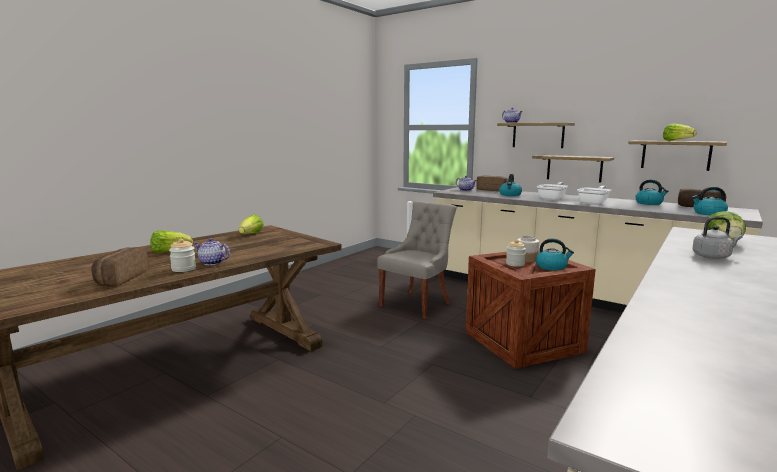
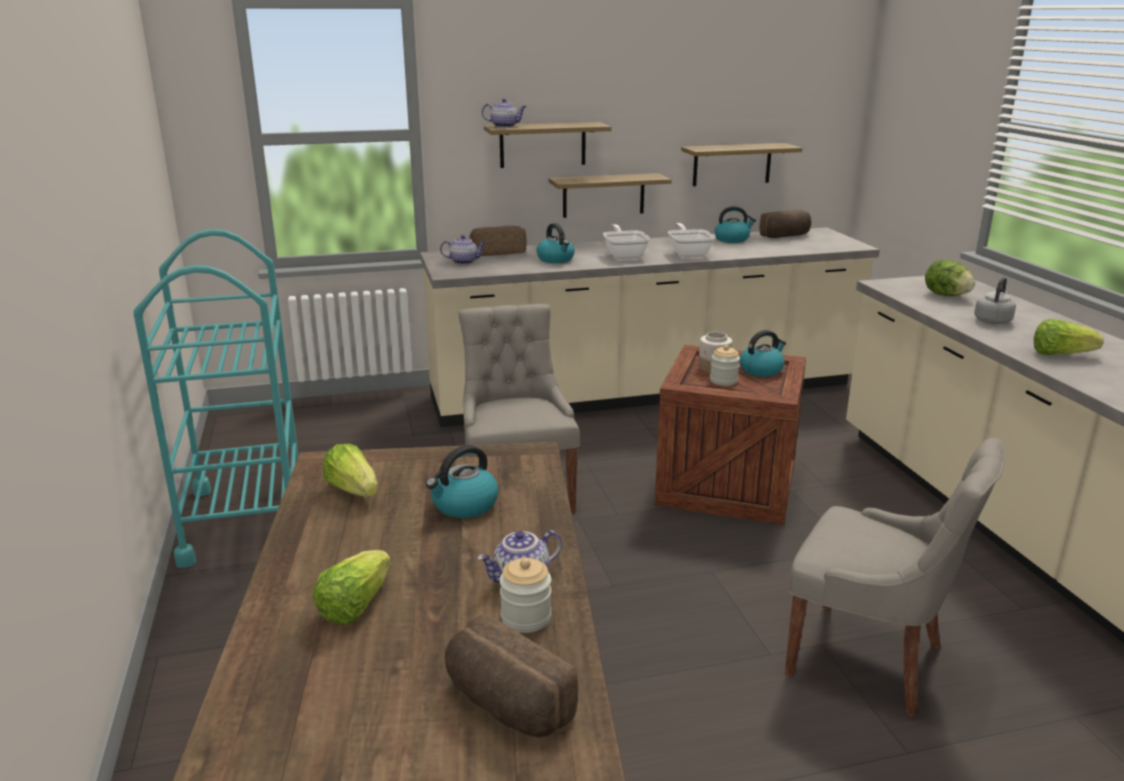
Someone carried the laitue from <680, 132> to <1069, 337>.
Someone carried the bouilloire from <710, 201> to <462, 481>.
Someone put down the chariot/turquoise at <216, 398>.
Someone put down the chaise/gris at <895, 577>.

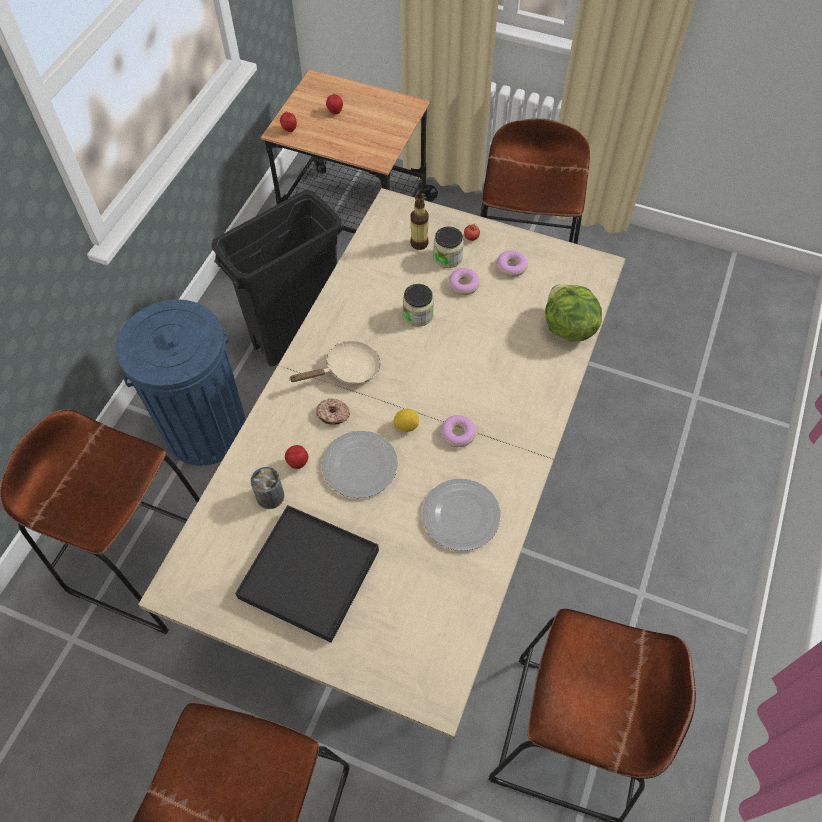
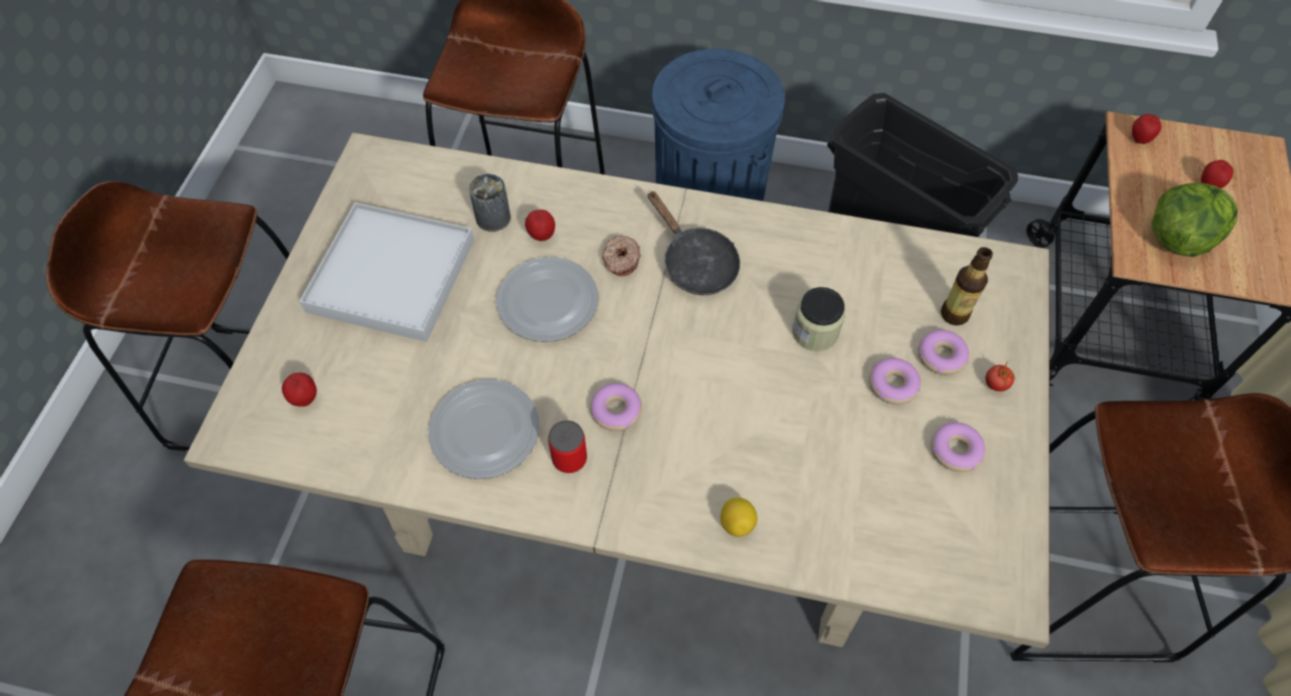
Someone repainted the plateau/noir at <307, 574>, which became the plateau/blanc at <386, 272>.
Someone repainted the poêle/beige at <335, 363>, which became the poêle/noir at <694, 243>.
Someone carried the citron from <406, 420> to <738, 517>.
Someone swapped the bocal at <448, 247> for the beignet at <943, 352>.
Someone carried the laitue from <573, 313> to <1195, 219>.
Someone put down the pomme at <299, 390>.
Someone put down the boîte métallique at <567, 446>.

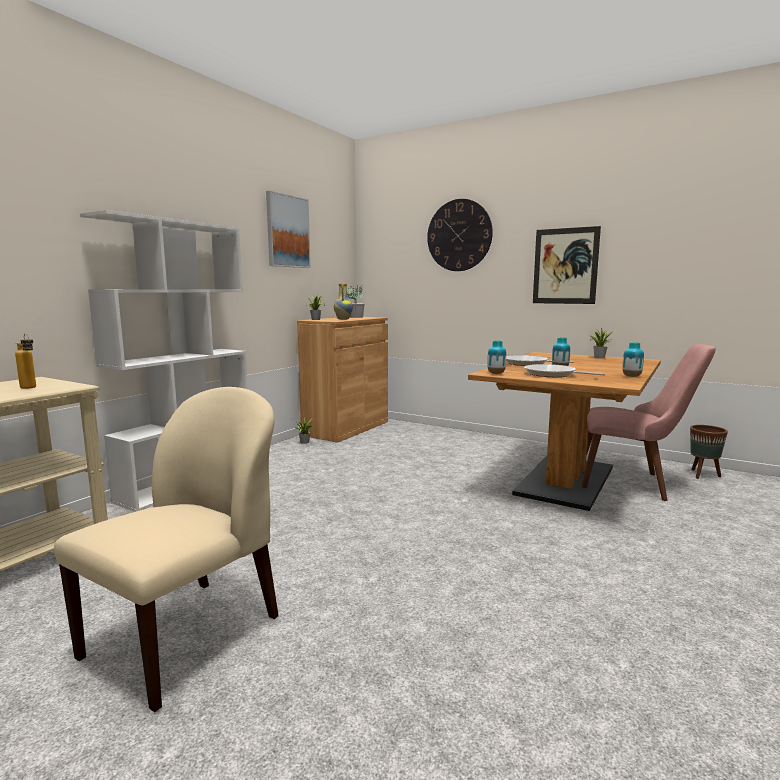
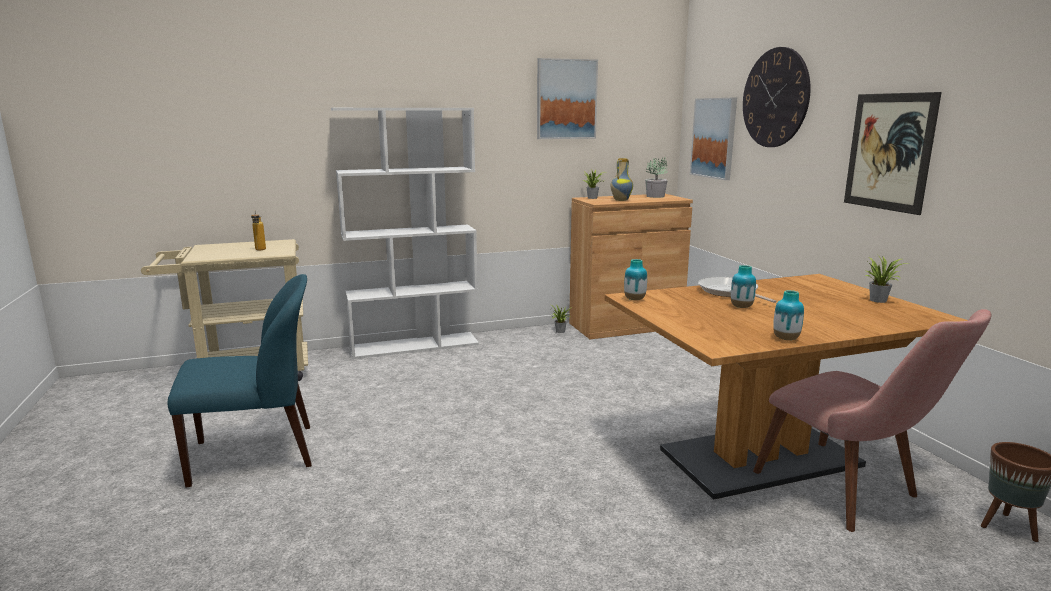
Someone repainted the chaise/beige at <166, 549>, which became the chaise/bleu at <239, 381>.
Someone took away the poêle at <565, 370>.
Someone put up the tableau at <713, 139>.

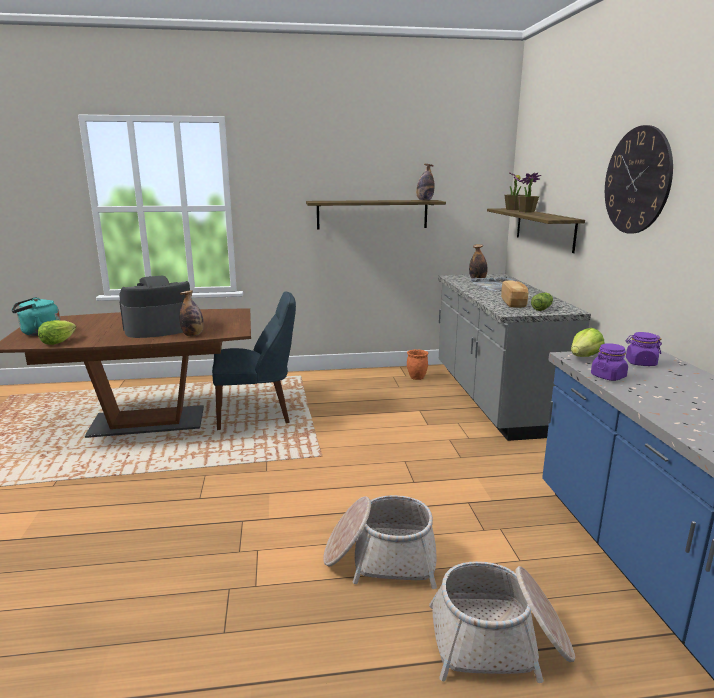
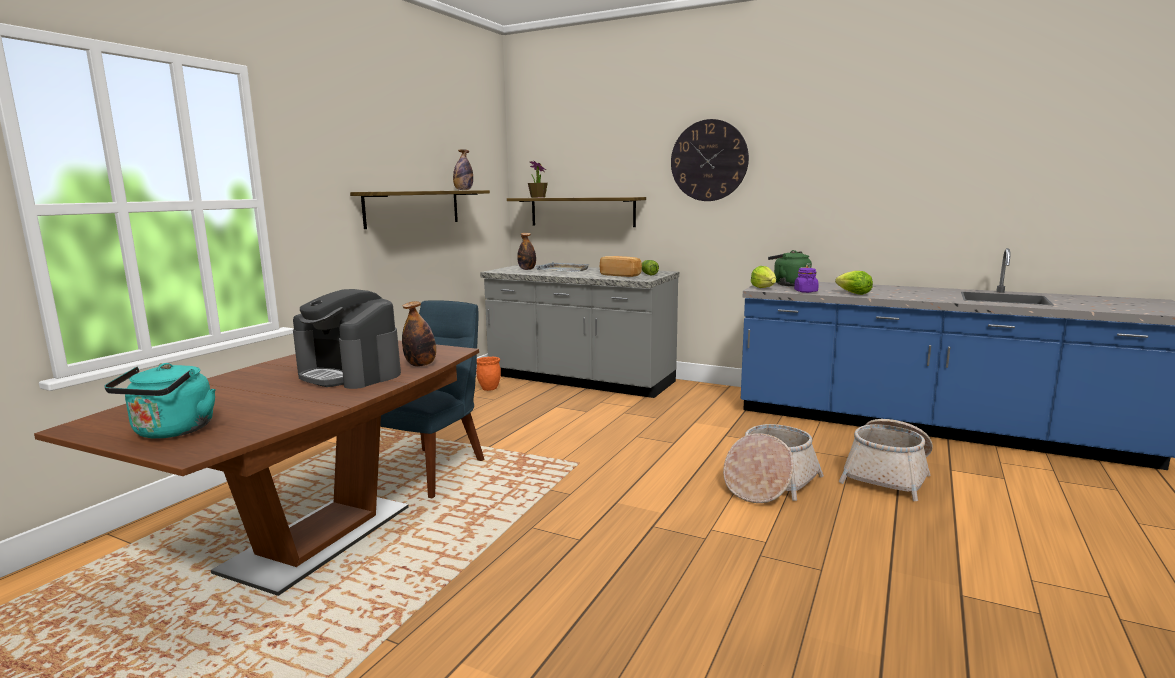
Someone carried the laitue from <57, 332> to <854, 283>.
Someone rotated the machine à café at <155, 307> by 60 degrees counterclockwise.
Someone took away the plante en pot at <529, 192>.
Someone swapped the bocal/violet at <643, 349> for the bouilloire/vert at <790, 268>.

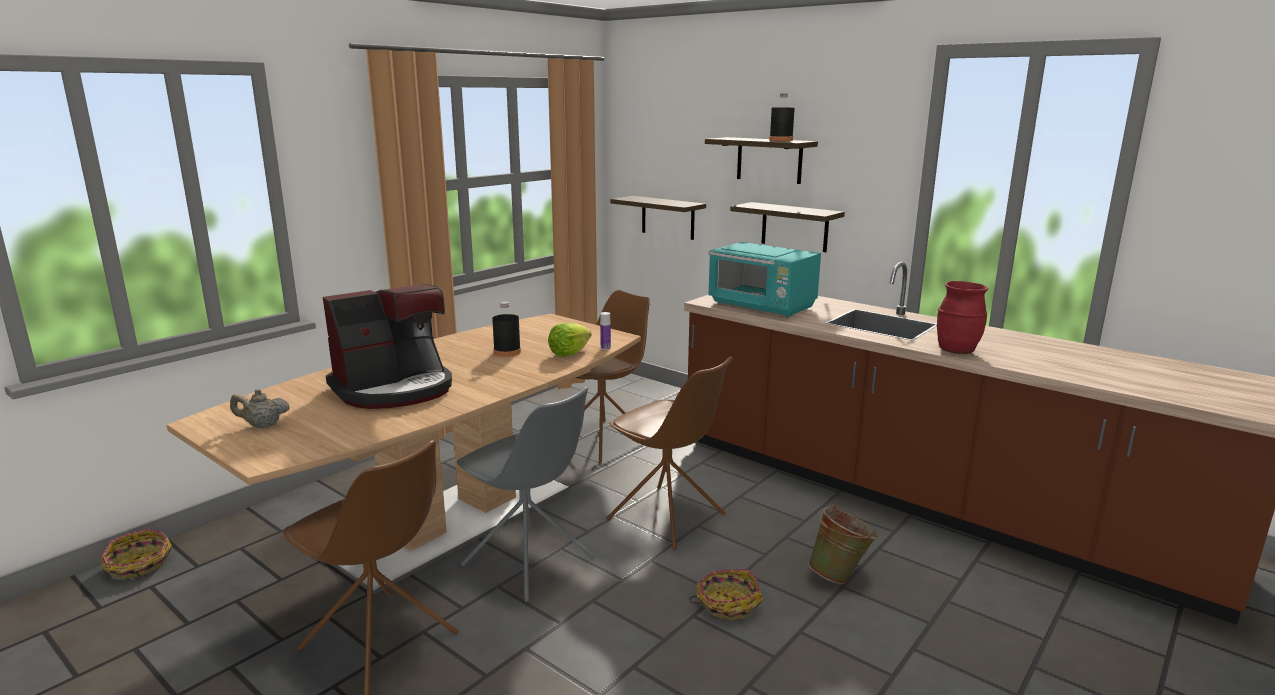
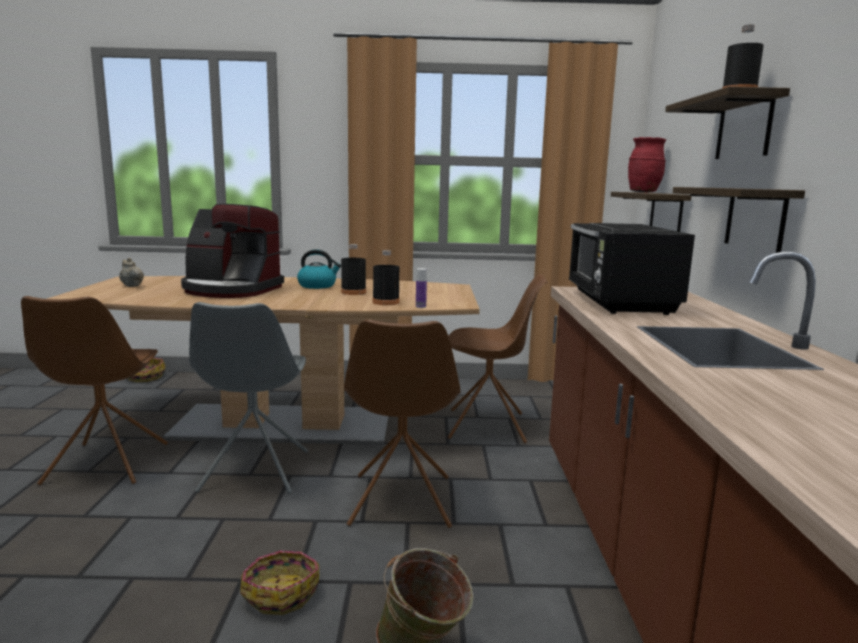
Someone swapped the laitue at <569, 339> for the bouteille/noir at <386, 277>.
Someone repainted the micro-ondes/turquoise at <764, 279>, which became the micro-ondes/noir at <632, 269>.
Someone carried the vase/rouge from <963, 317> to <647, 164>.
Someone put down the bouilloire at <319, 269>.

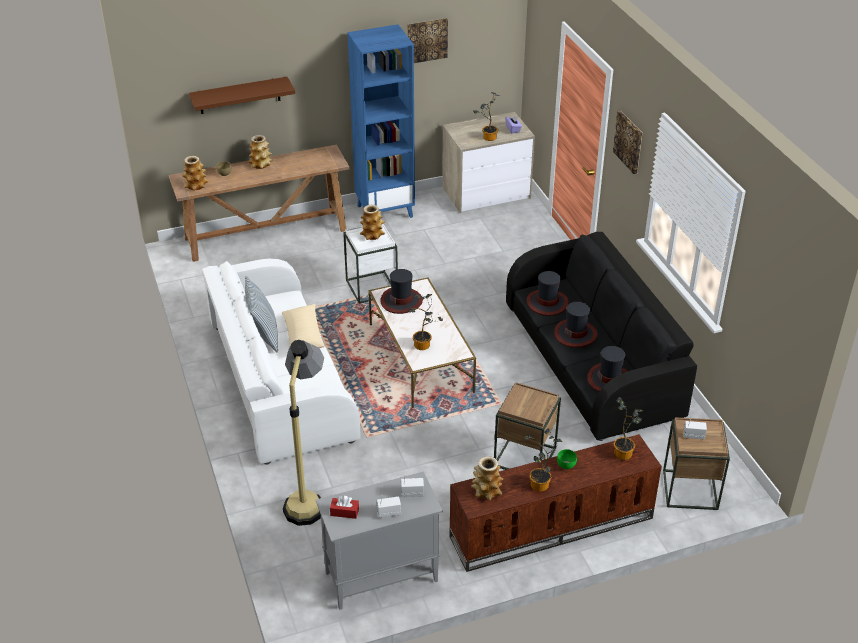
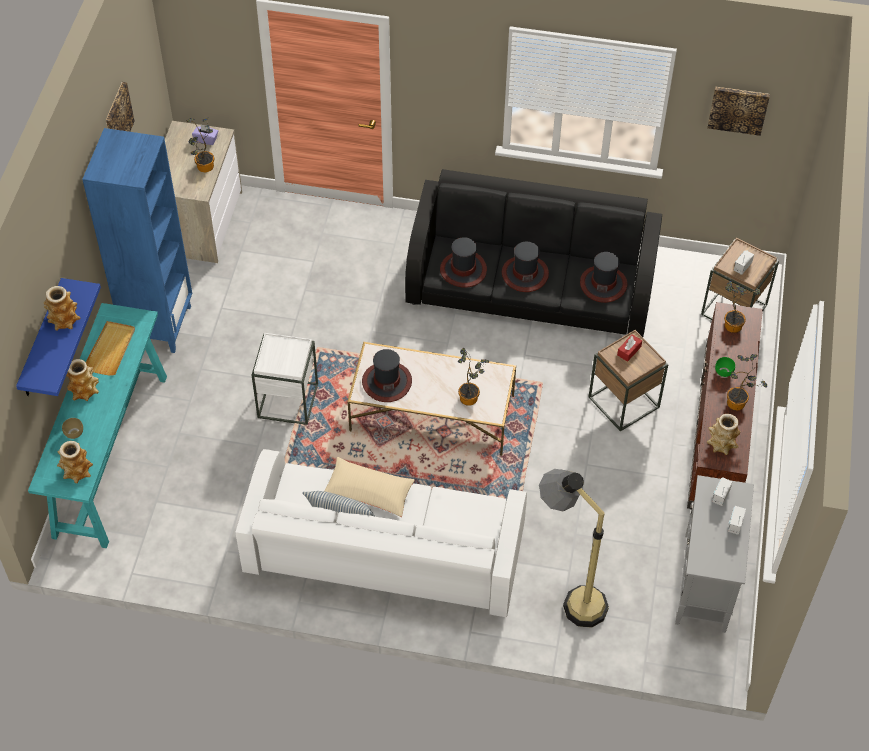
Someone repainted the table console/marron at <259, 203>, which became the table console/turquoise at <97, 425>.
Someone repainted the étagère/marron at <242, 95>, which became the étagère/bleu at <58, 337>.
Someone carried the boîte à mouchoirs/rouge from <344, 507> to <629, 348>.
Someone carried the vase from <372, 222> to <61, 308>.
Someone carried the tableau from <628, 142> to <738, 111>.
Someone put down the plateau/beige at <110, 348>.

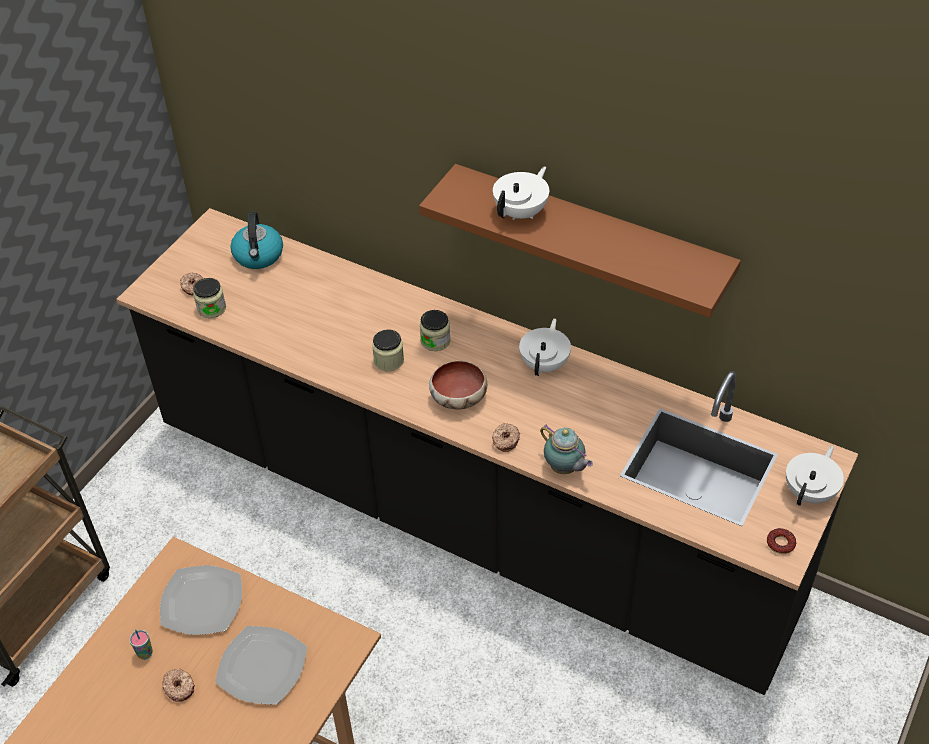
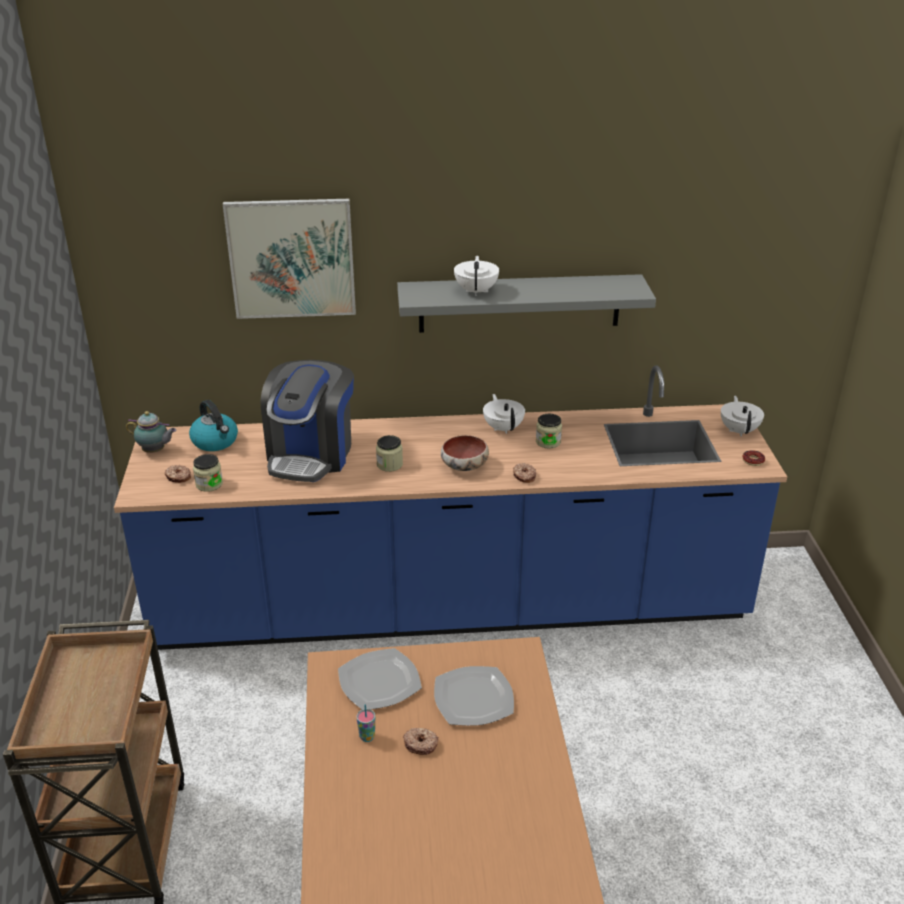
Someone repainted the comptoir de cuisine/noir at <487, 451>, which became the comptoir de cuisine/bleu at <450, 507>.
Someone repainted the étagère/marron at <580, 241>, which became the étagère/gris at <526, 303>.
Someone carried the bocal from <435, 330> to <549, 431>.
Someone carried the théière from <566, 449> to <151, 432>.
Someone put up the tableau at <289, 259>.
Someone put down the machine à café at <307, 421>.

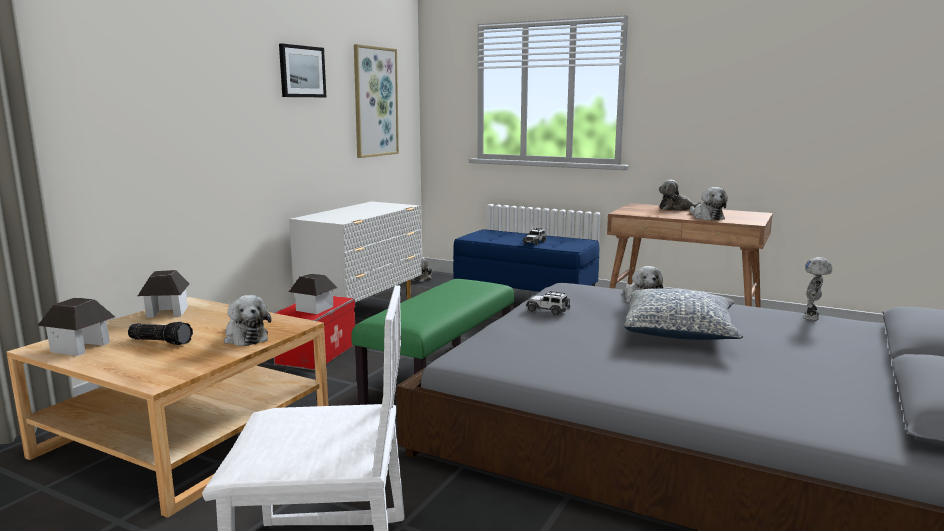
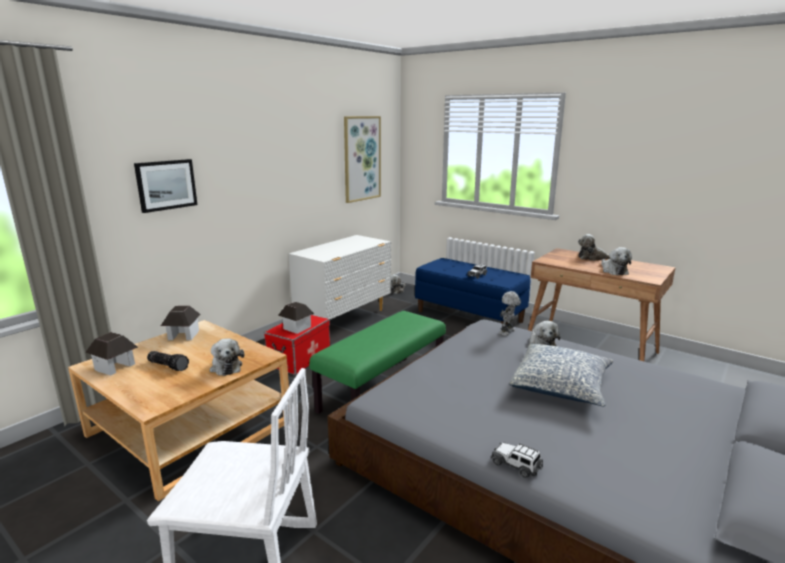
Someone carried the tableau from <302, 70> to <165, 186>.
Someone carried the petite voiture from <548, 303> to <517, 460>.
Someone carried the robot jouet from <817, 289> to <510, 313>.

